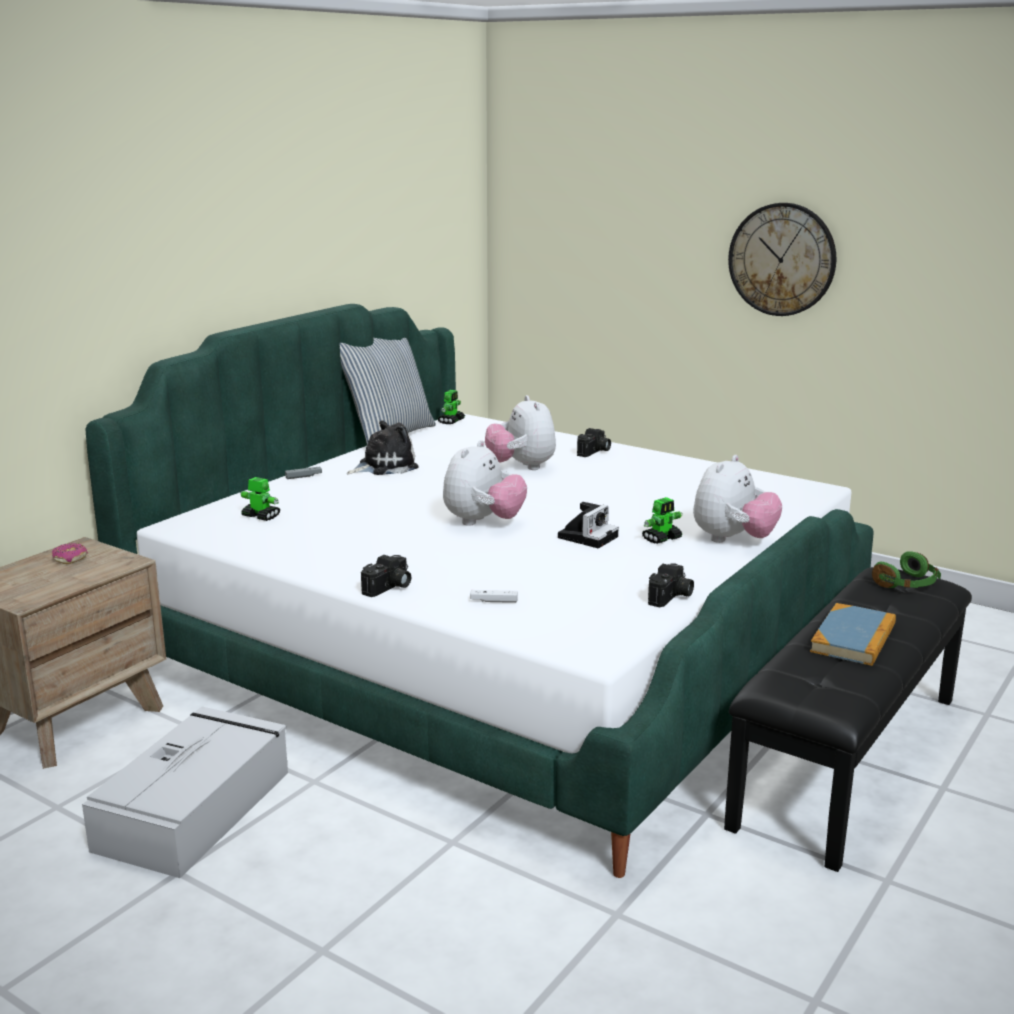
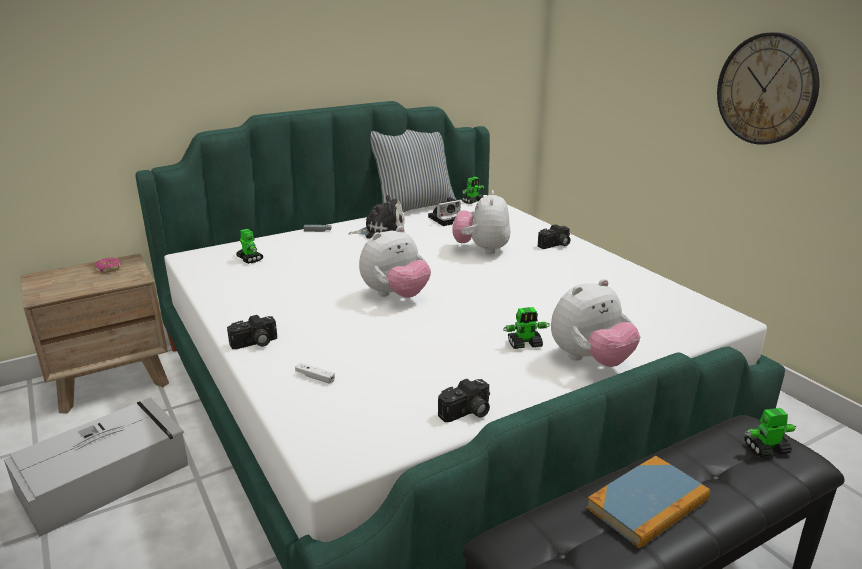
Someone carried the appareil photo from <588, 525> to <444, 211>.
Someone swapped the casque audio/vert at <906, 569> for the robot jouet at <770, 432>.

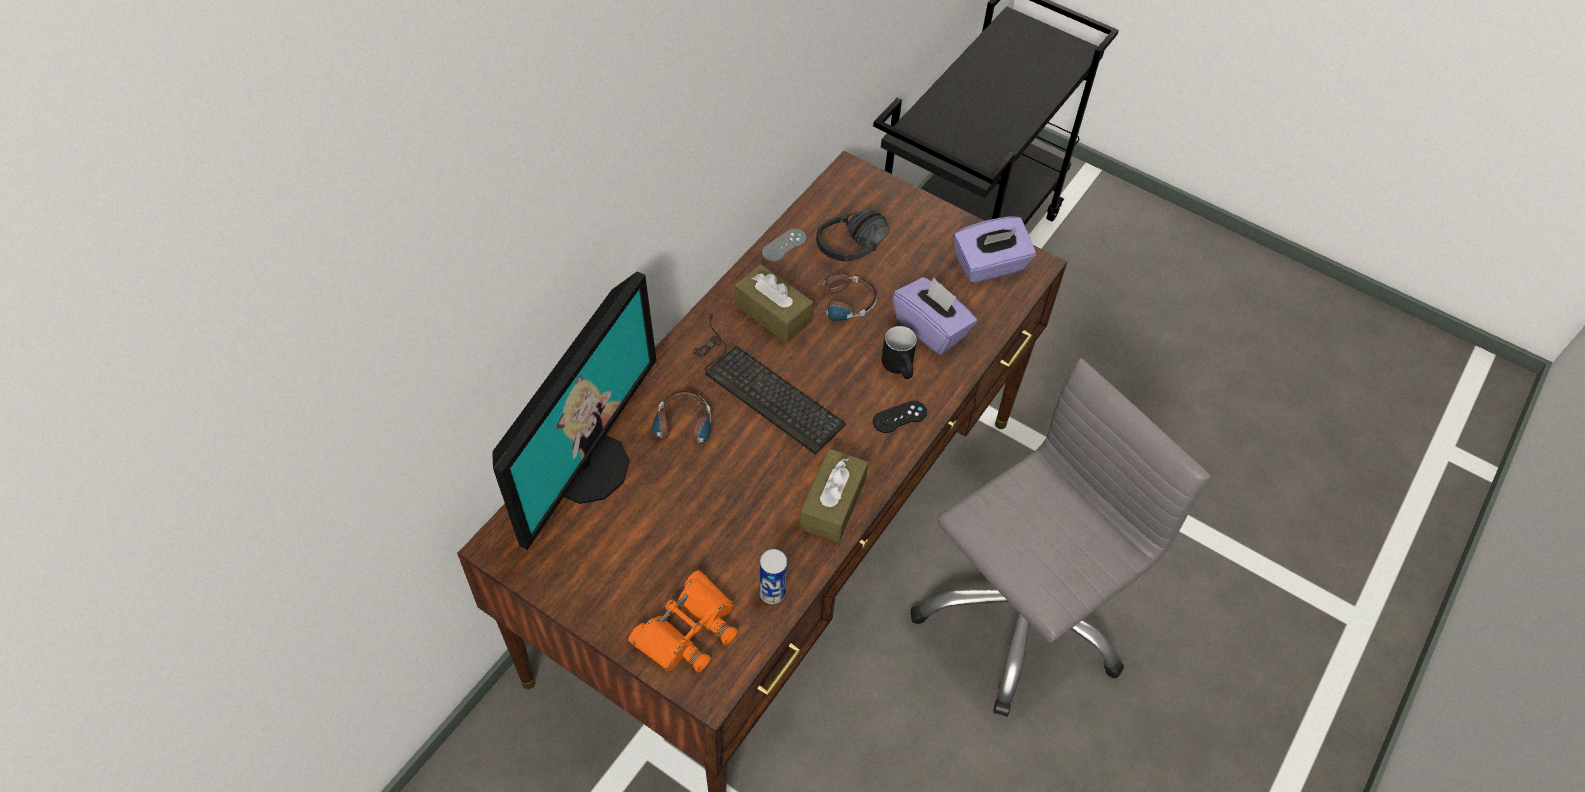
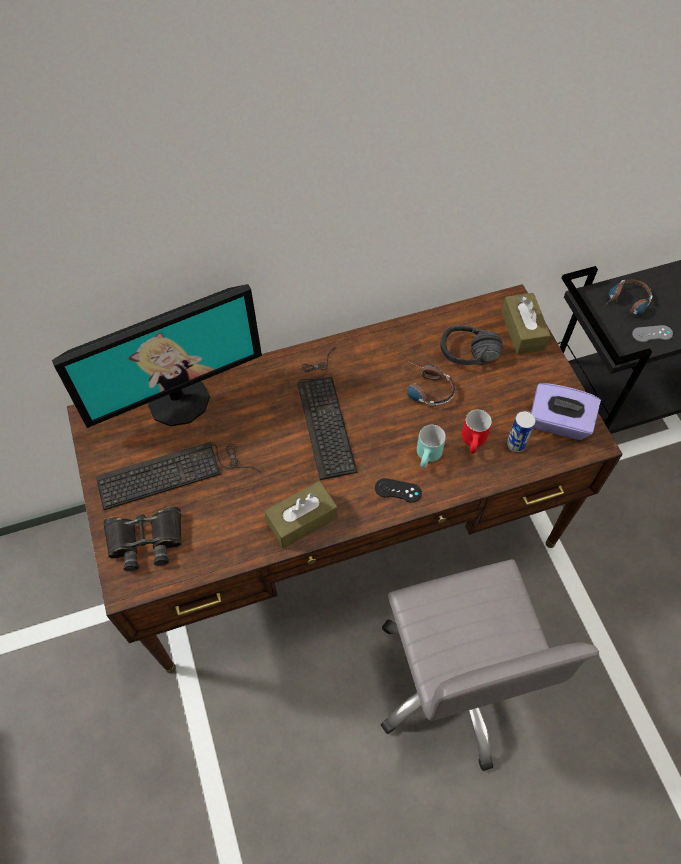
Someone repainted the jumelles/orange at <683, 621>, which became the jumelles/noir at <142, 539>.
Someone carried the casque audio from <681, 424> to <627, 297>.
Someone carried the boîte à mouchoirs/marron from <773, 303> to <526, 324>.
Someone carried the boîte métallique from <773, 576> to <521, 431>.
Someone carried the manette/gris from <784, 245> to <652, 333>.
Someone repainted the mug/noir at <899, 352>, which became the mug/turquoise at <431, 446>.
Someone swapped the boîte à mouchoirs/violet at <935, 316> for the mug/rouge at <477, 431>.
Someone rotated the chaise de bureau/gris at <1060, 537> by 75 degrees clockwise.
Someone put down the clavier at <179, 476>.

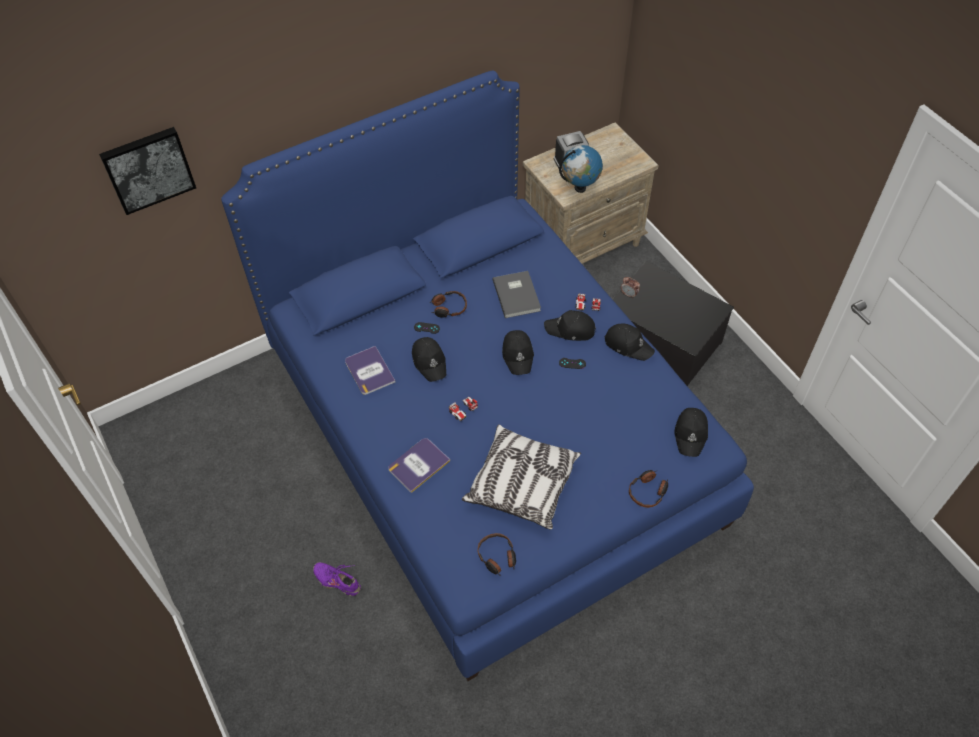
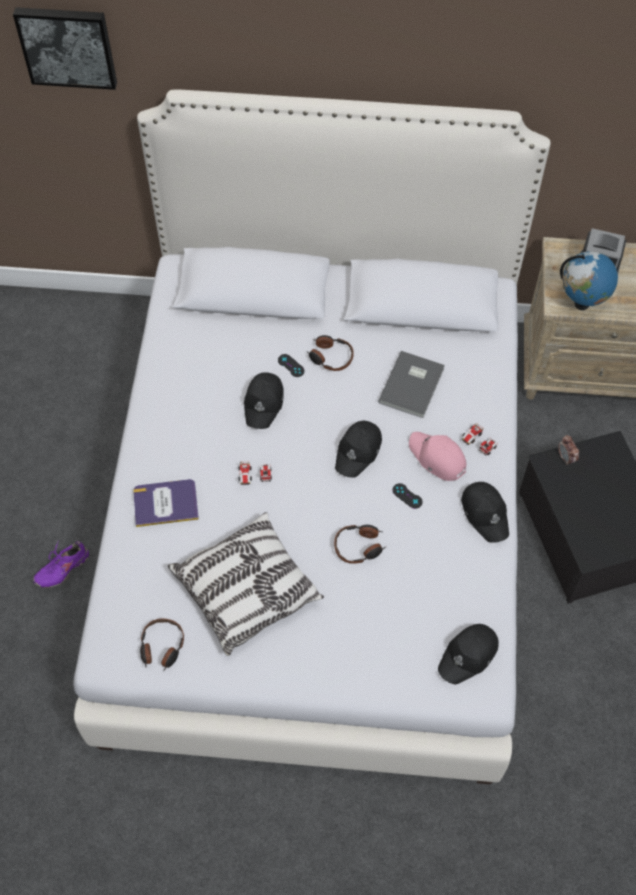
Someone repainted the lit/bleu at <487, 376>, which became the lit/blanc at <311, 437>.
Someone rotated the chaussure/violet at <337, 579> by 105 degrees counterclockwise.
Someone took away the livre at <370, 370>.
Someone repainted the casquette/noir at <570, 325>, which became the casquette/rose at <437, 456>.
Someone carried the casque audio from <648, 489> to <360, 544>.

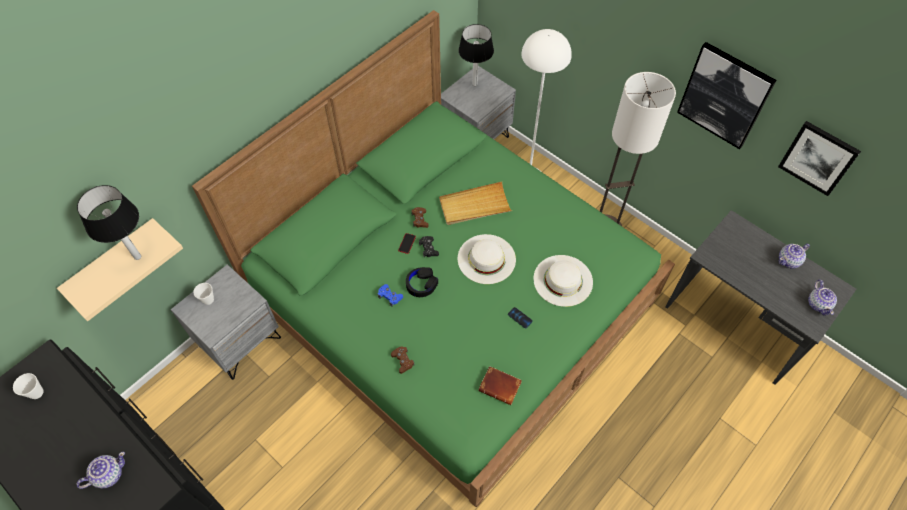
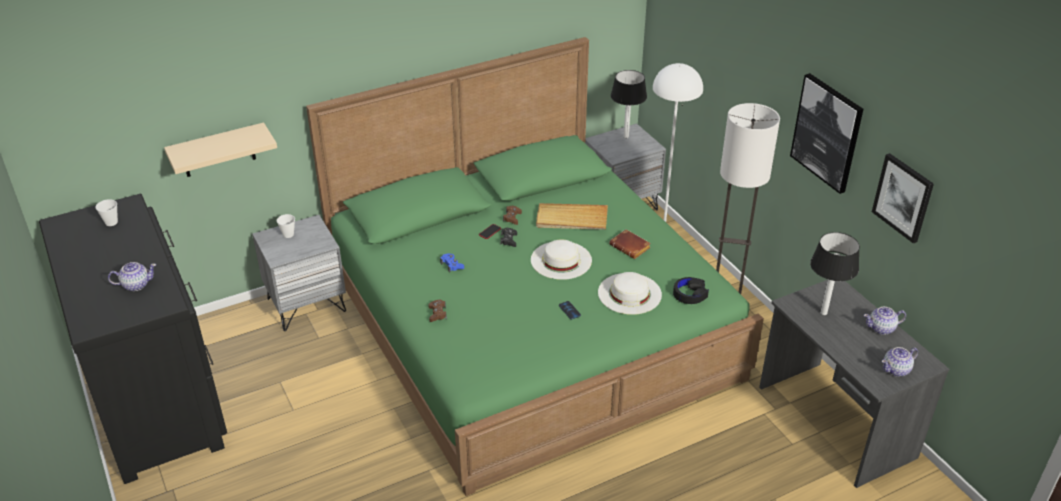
Someone carried the lampe de table from <109, 222> to <835, 273>.
Someone carried the casque audio/noir from <422, 282> to <691, 290>.
Someone carried the livre/marron from <500, 385> to <630, 244>.
Someone rotated the théière at <822, 298> by 45 degrees clockwise.

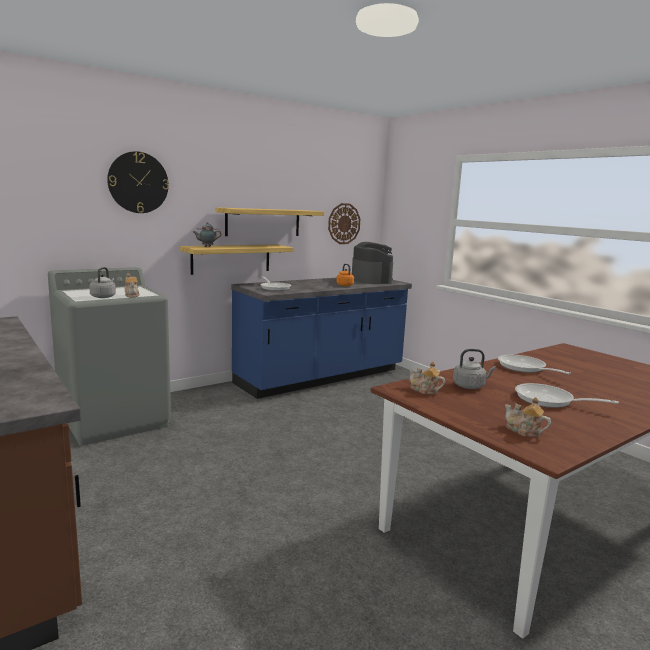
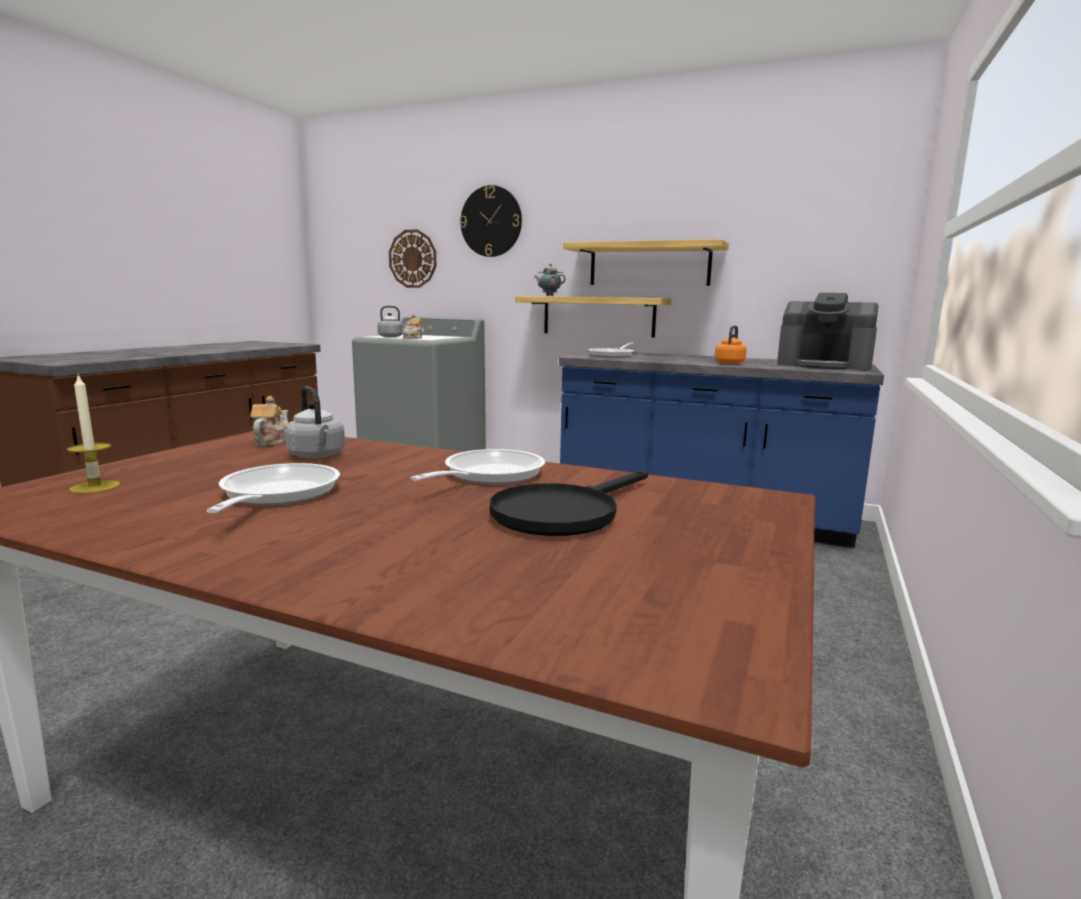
Someone carried the horloge murale from <344, 223> to <412, 258>.
Someone rotated the machine à café at <372, 263> by 75 degrees clockwise.
Someone swapped the théière at <528, 417> for the bougie at <93, 433>.
Someone put down the poêle/noir at <569, 503>.

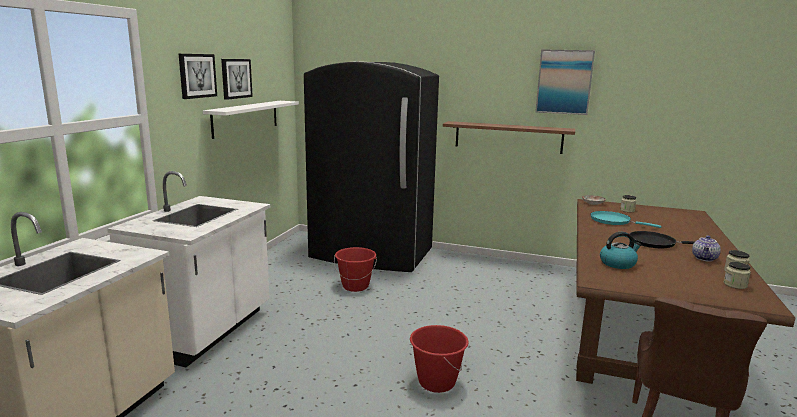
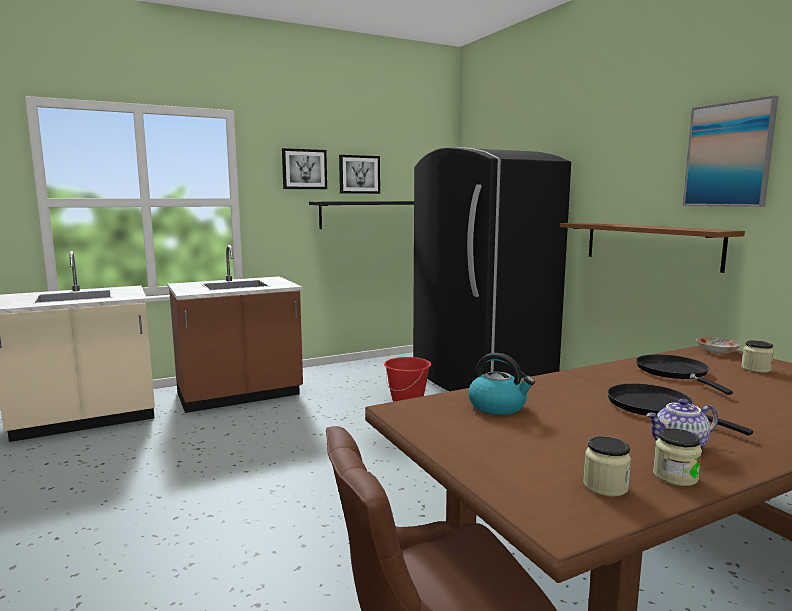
Someone repainted the comptoir de cuisine/blanc at <188, 269>, which became the comptoir de cuisine/marron at <235, 329>.
Someone repainted the étagère/blanc at <251, 120>, which became the étagère/noir at <361, 215>.
Someone took away the seau/rouge at <439, 359>.
Someone repainted the poêle/turquoise at <626, 219>, which became the poêle/noir at <684, 374>.

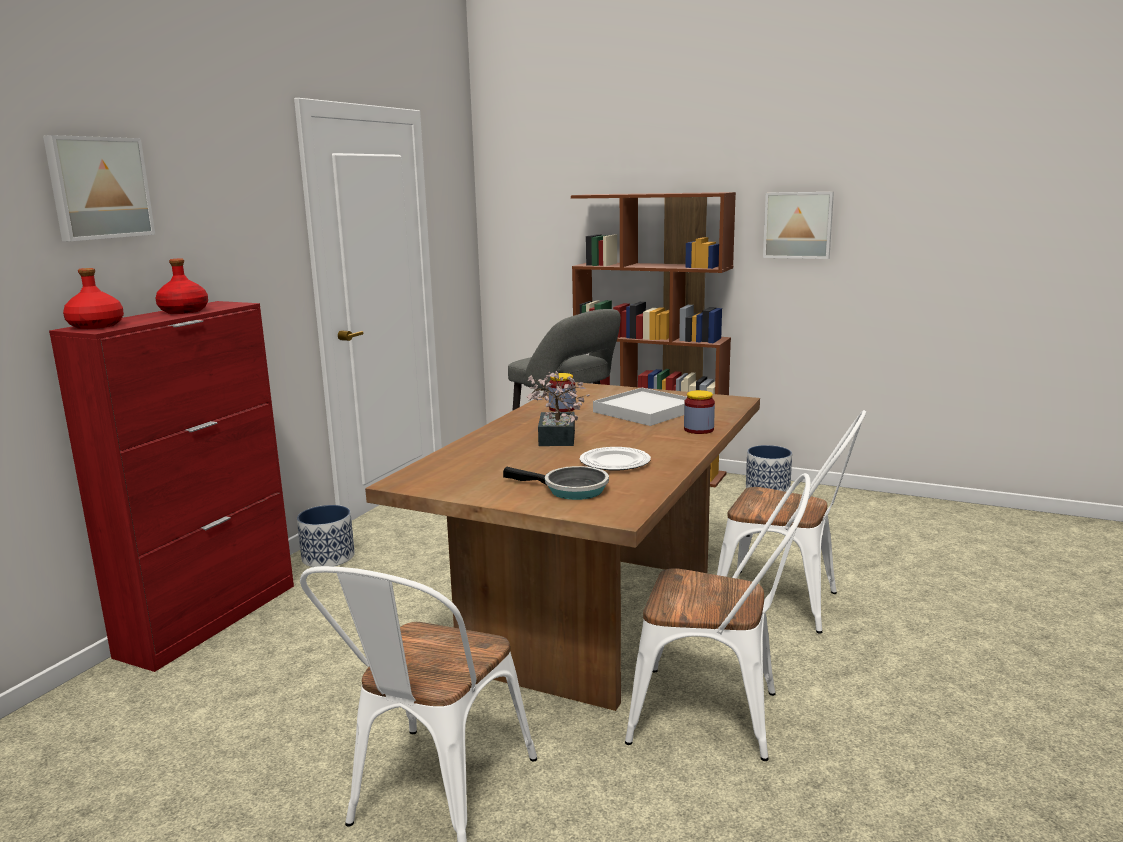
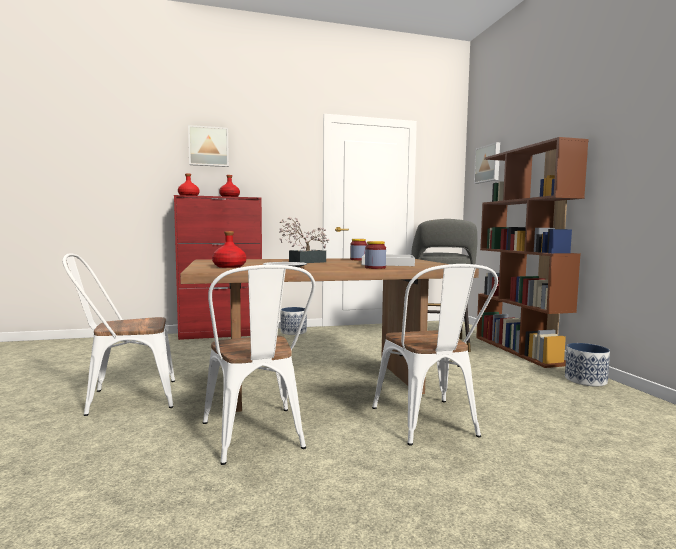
Someone swapped the poêle at <556, 483> for the bouteille/rouge at <229, 249>.
Someone carried the tableau from <798, 225> to <487, 163>.

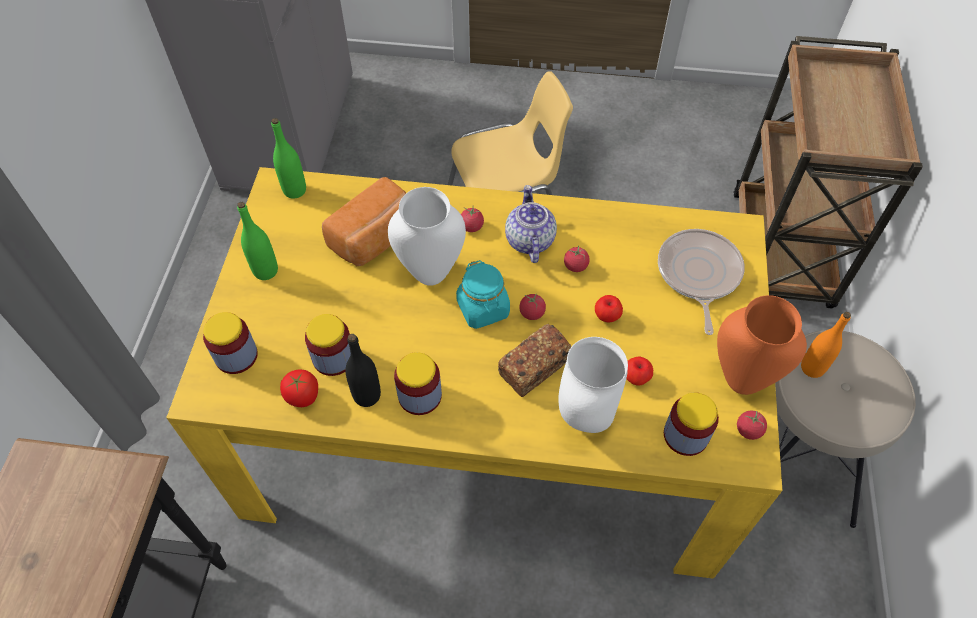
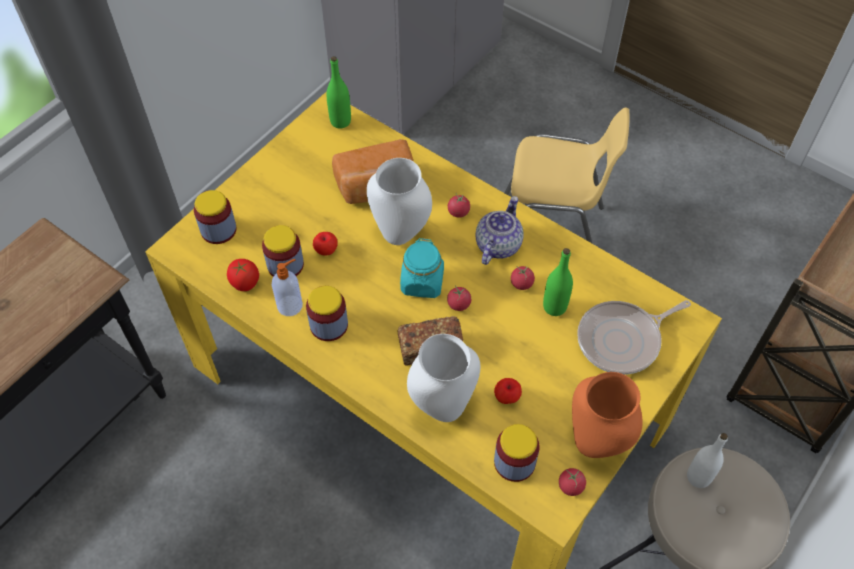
Someone carried the bouteille/vert from <257, 241> to <558, 282>.
Someone swapped the bouteille/noir at <363, 370> for the distributeur de savon at <287, 287>.
Someone carried the pomme from <609, 309> to <325, 244>.
Someone rotated the poêle at <701, 282> by 150 degrees counterclockwise.
Someone repainted the bouteille/orange at <826, 345>, which became the bouteille/blanc at <707, 460>.

